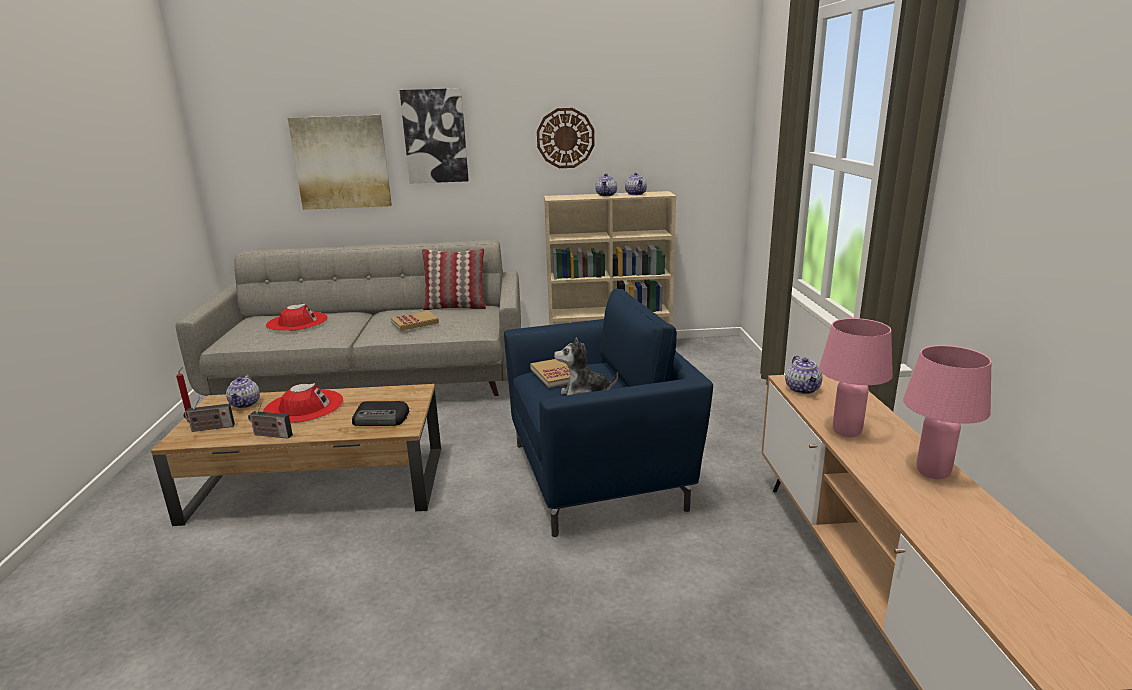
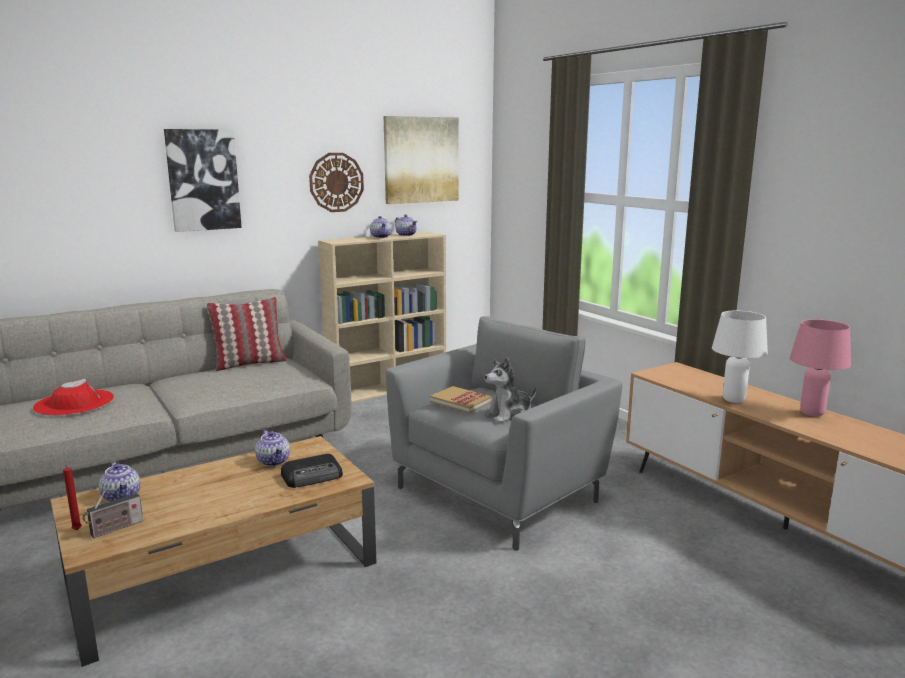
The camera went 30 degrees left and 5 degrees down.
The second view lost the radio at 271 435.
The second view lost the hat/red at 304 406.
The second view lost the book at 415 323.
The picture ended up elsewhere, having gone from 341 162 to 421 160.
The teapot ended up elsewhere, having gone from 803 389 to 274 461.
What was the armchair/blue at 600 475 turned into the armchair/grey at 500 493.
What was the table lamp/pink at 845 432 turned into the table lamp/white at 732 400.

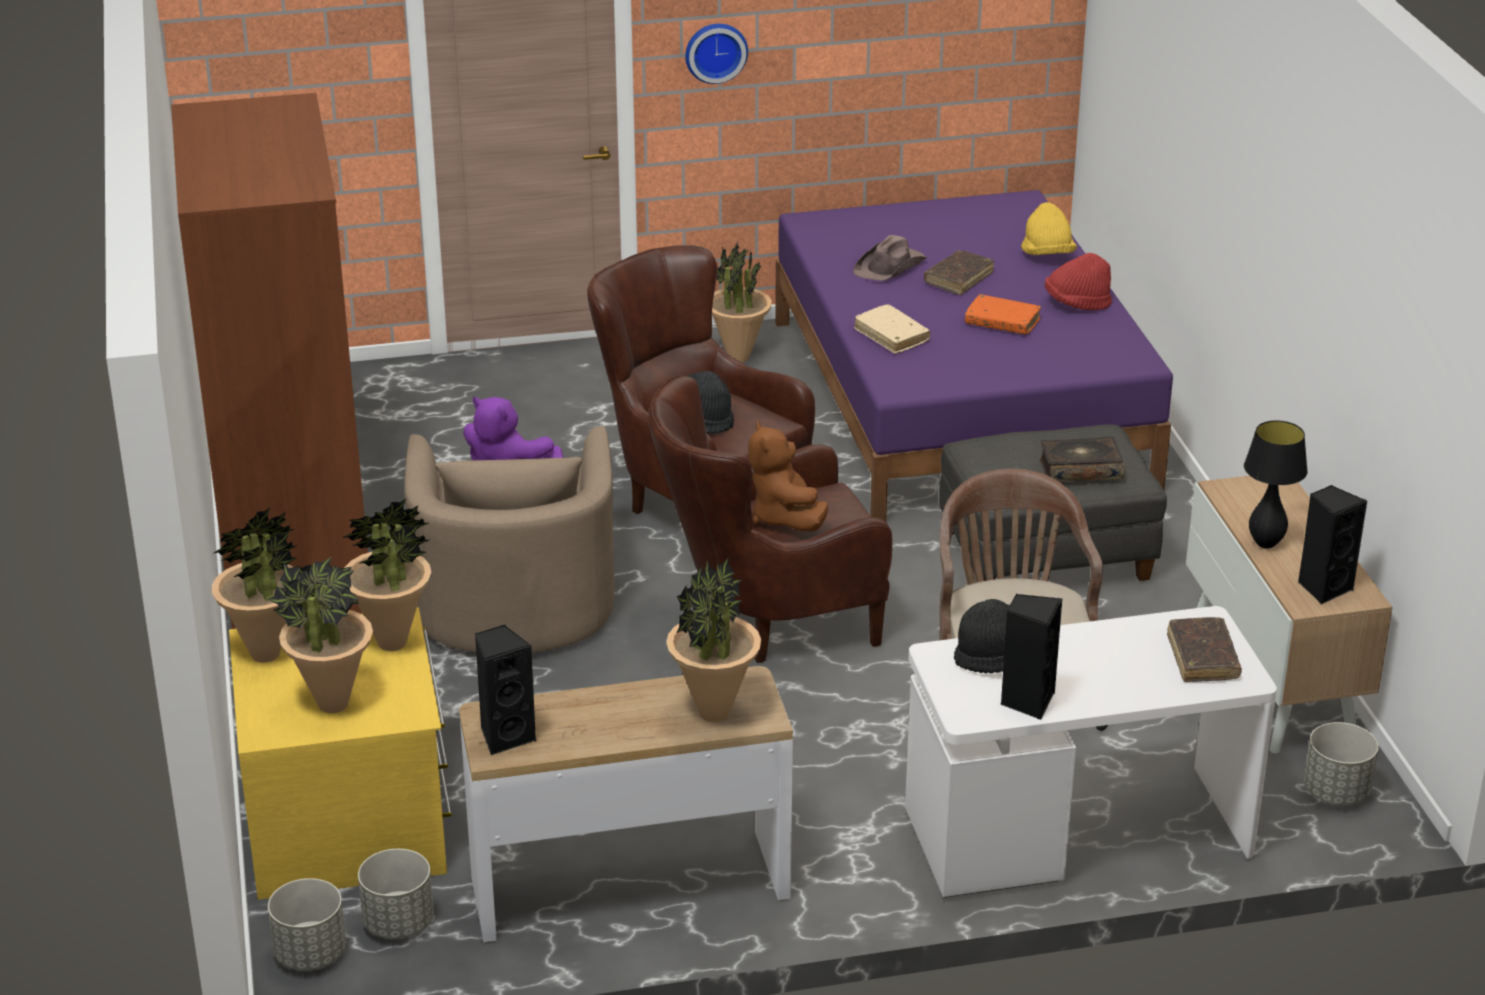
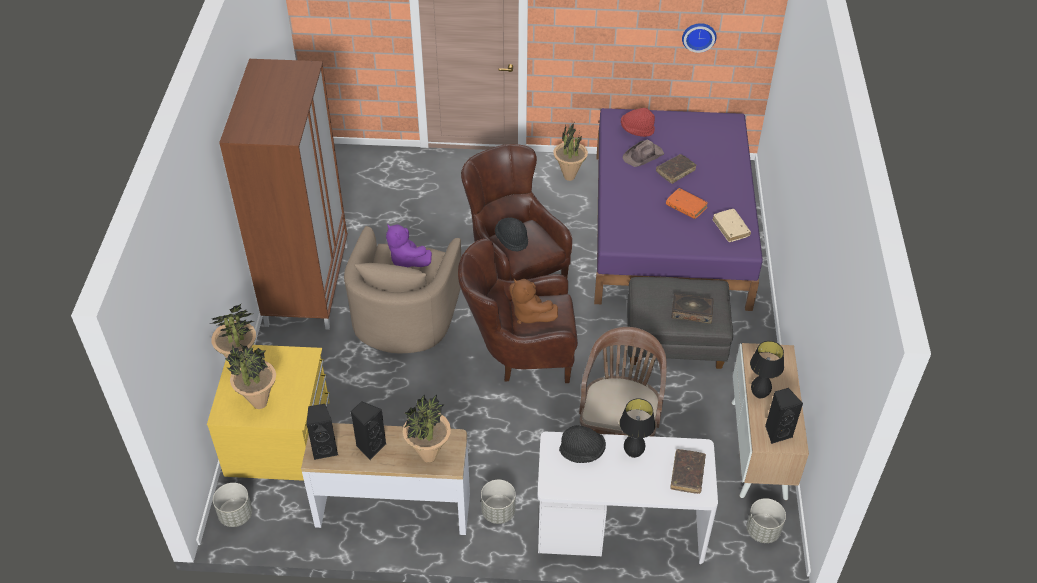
The camera went 15 degrees right and 15 degrees up.
The second view lost the potted plant at 392 642.
The second view lost the hat/yellow at 1047 255.
The second view gained the table lamp/black at 633 453.
The planter/grey ended up elsewhere, having gone from 398 924 to 498 512.
The wall clock ended up elsewhere, having gone from 715 51 to 699 36.
The book/beige ended up elsewhere, having gone from 891 336 to 731 228.
The speaker/black ended up elsewhere, having gone from 1027 701 to 370 446.
The hat/red ended up elsewhere, having gone from 1077 303 to 636 130.
The plush toy/brown at 785 518 ended up facing another way, 45 degrees counterclockwise from before.

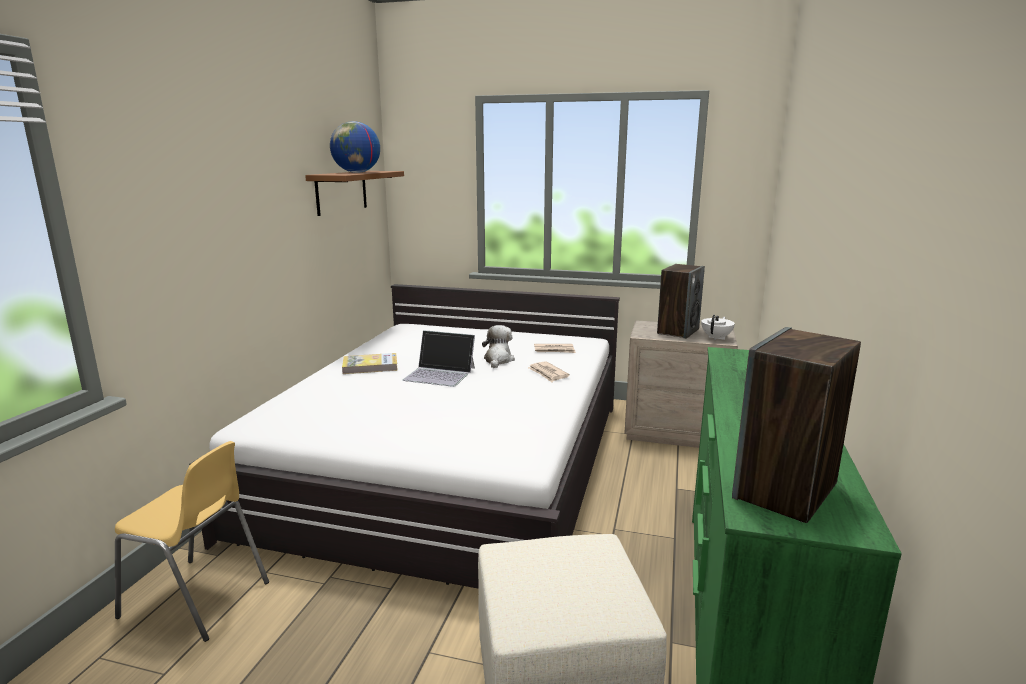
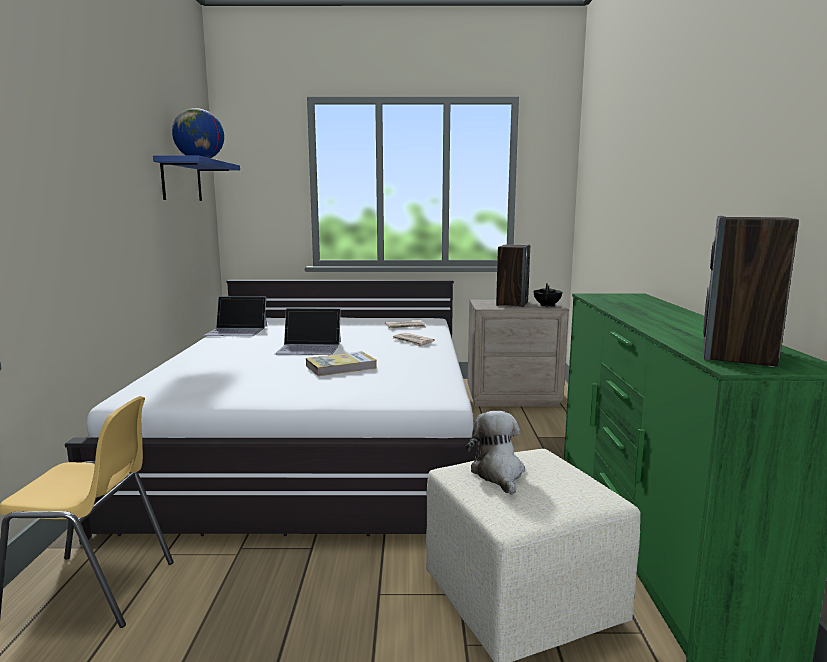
The camera went 15 degrees left and 5 degrees down.
The second view gained the laptop at 237 330.
The book ended up elsewhere, having gone from 370 366 to 341 367.
The plush toy ended up elsewhere, having gone from 498 360 to 498 473.
What was the shelf/brown at 341 192 turned into the shelf/blue at 181 180.
What was the teapot/white at 716 338 turned into the teapot/black at 547 306.

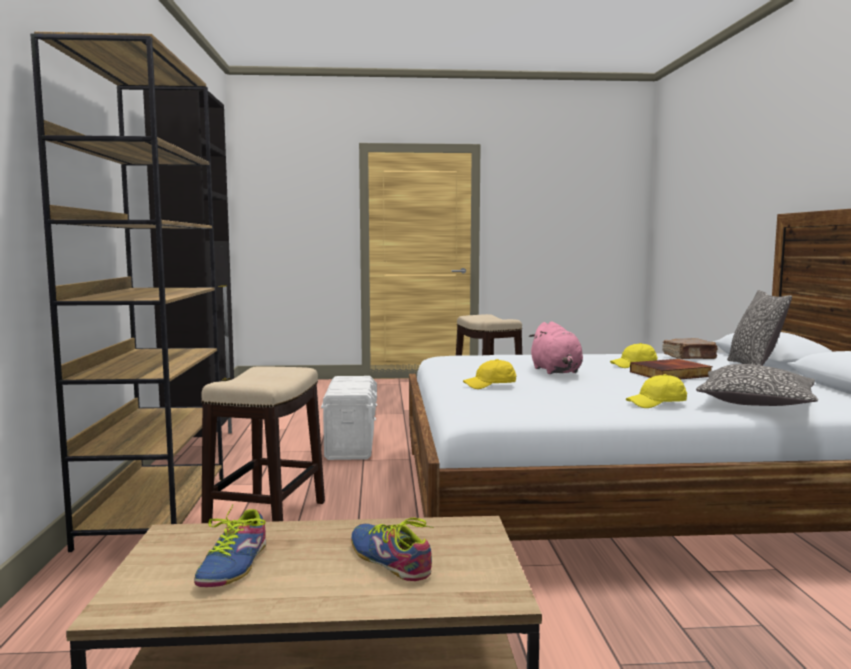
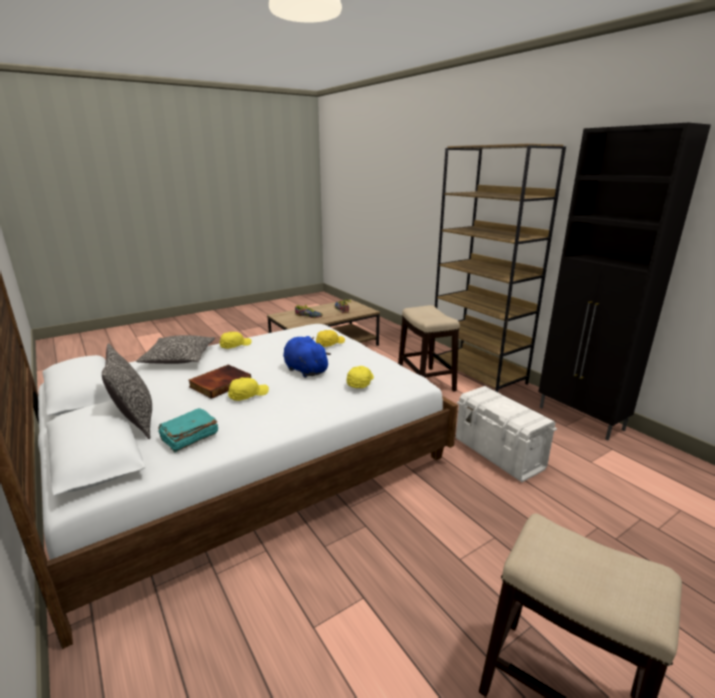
The camera went 150 degrees right and 15 degrees up.
The second view gained the cap/yellow at 360 382.
What was the plush toy/pink at 556 371 turned into the plush toy/blue at 304 370.
What was the book/brown at 689 357 turned into the book/turquoise at 189 437.

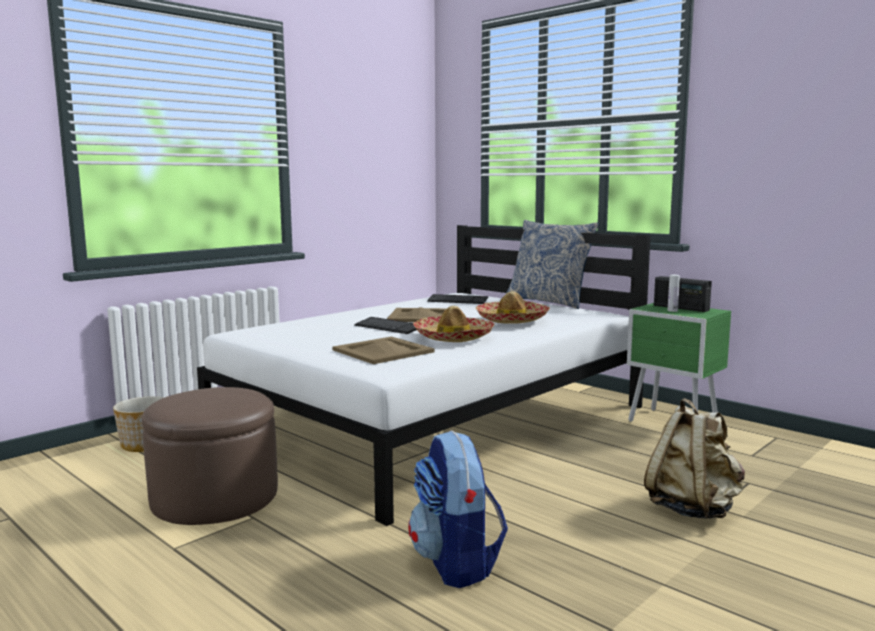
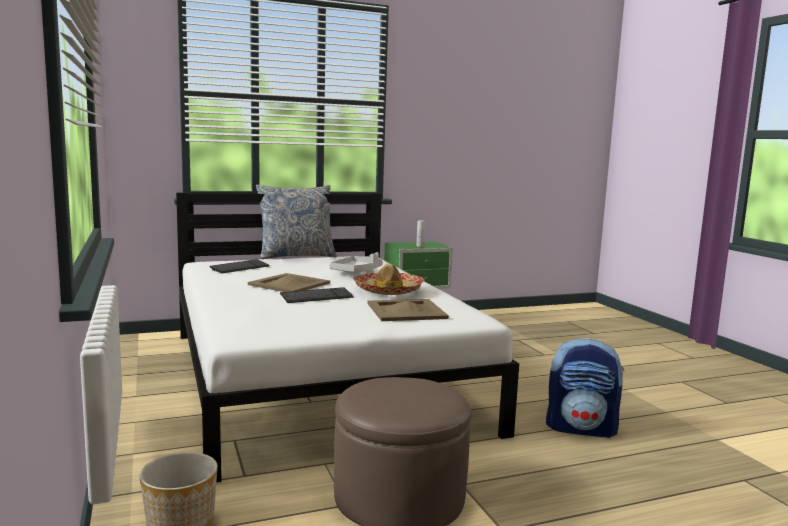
The camera went 65 degrees left and 0 degrees up.
The second view lost the backpack/beige at 692 509.
The second view lost the radio at 681 308.
Where the hat stood at 512 320, the tray/grey came to stand at 356 271.

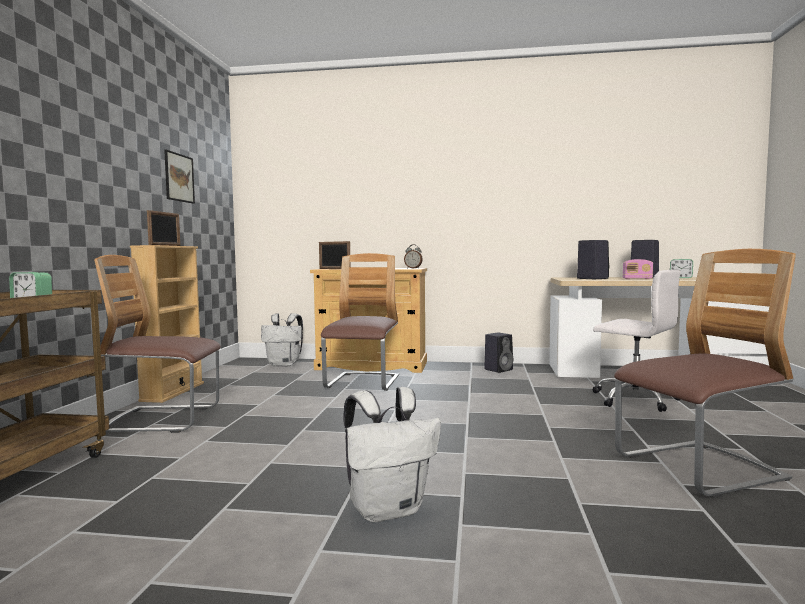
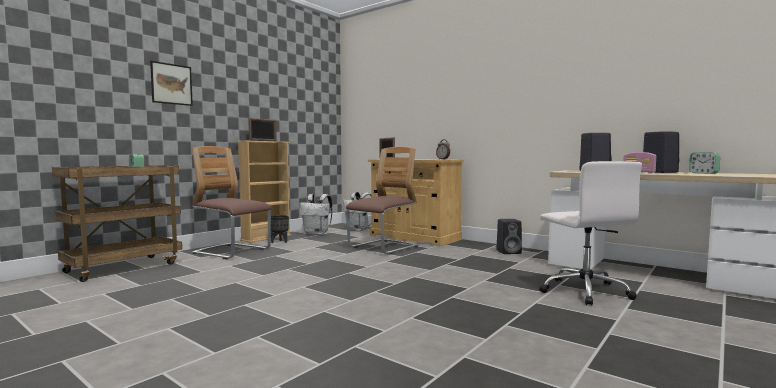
The camera went 30 degrees right and 0 degrees up.
The second view lost the chair at 698 469.
The second view gained the planter/black at 279 241.
The picture ended up elsewhere, having gone from 179 177 to 171 84.
The backpack/white ended up elsewhere, having gone from 388 509 to 317 234.

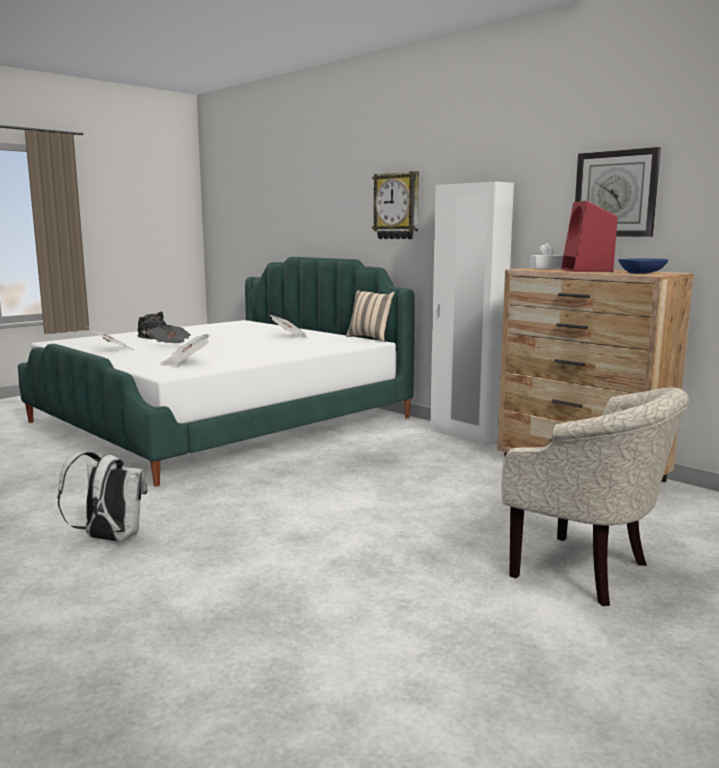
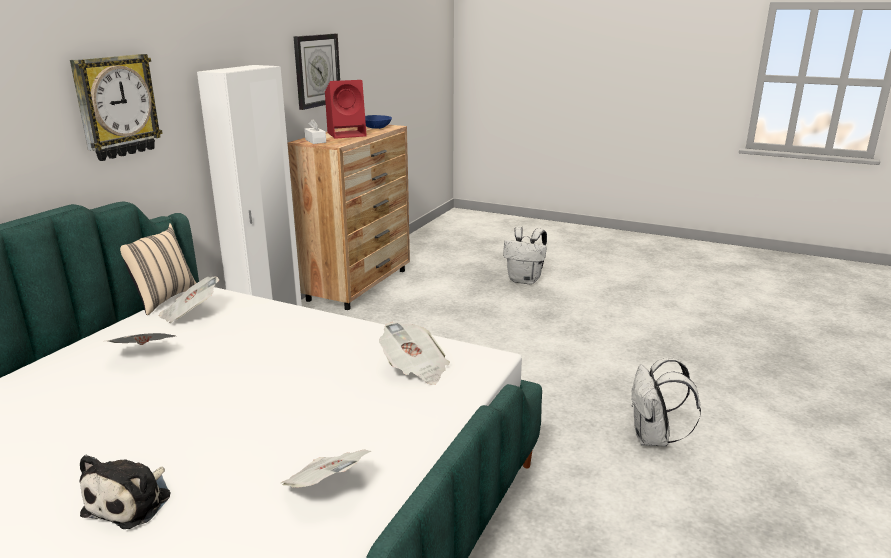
The camera went 110 degrees left and 10 degrees up.
The newspaper ended up elsewhere, having gone from 171 346 to 190 314.
Where the armchair/beige stood at 588 571, the backpack/white came to stand at 525 280.

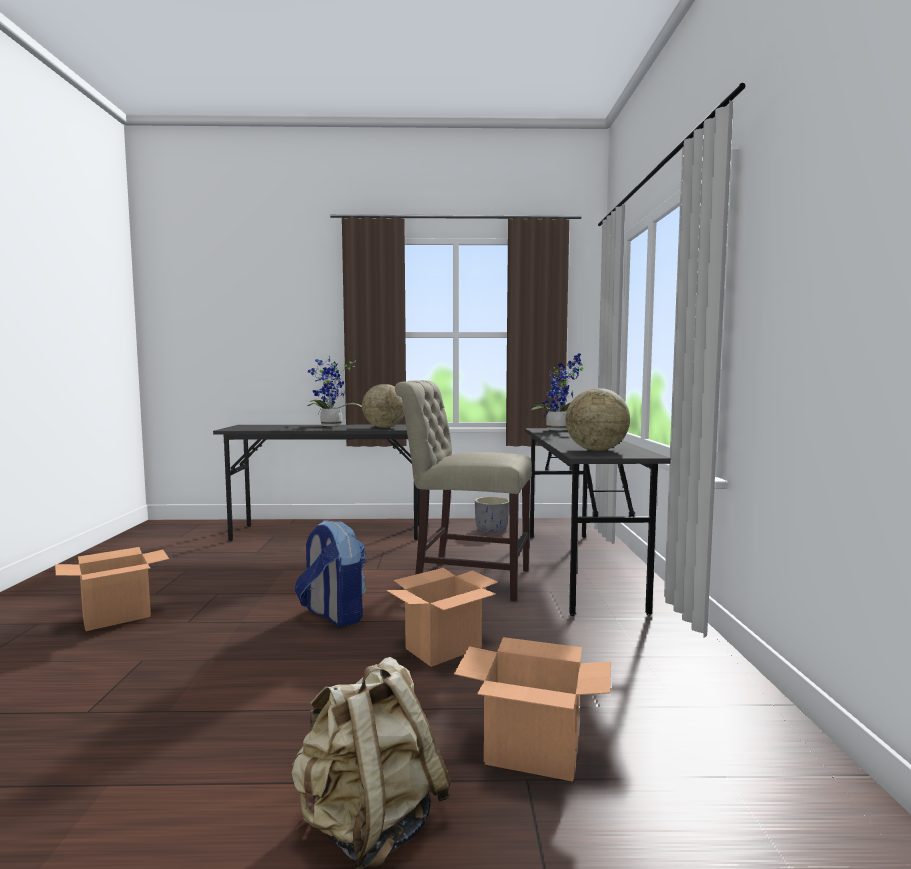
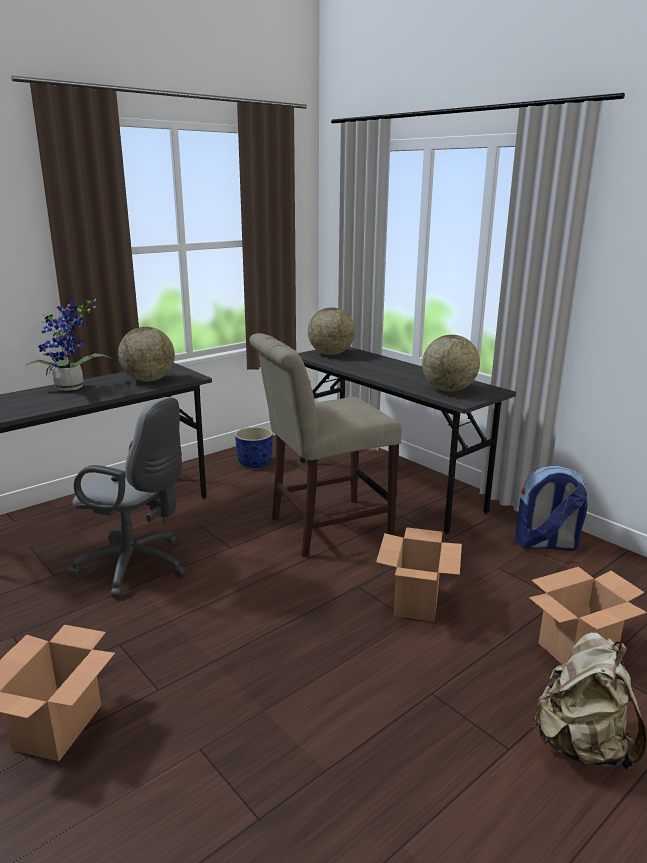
The camera went 40 degrees left and 15 degrees up.
The second view gained the office chair/grey at 137 567.
The backpack ended up elsewhere, having gone from 333 615 to 546 544.
Where the potted plant stood at 560 430, the globe came to stand at 331 354.
What was the planter/grey at 492 530 turned into the planter/blue at 255 463.

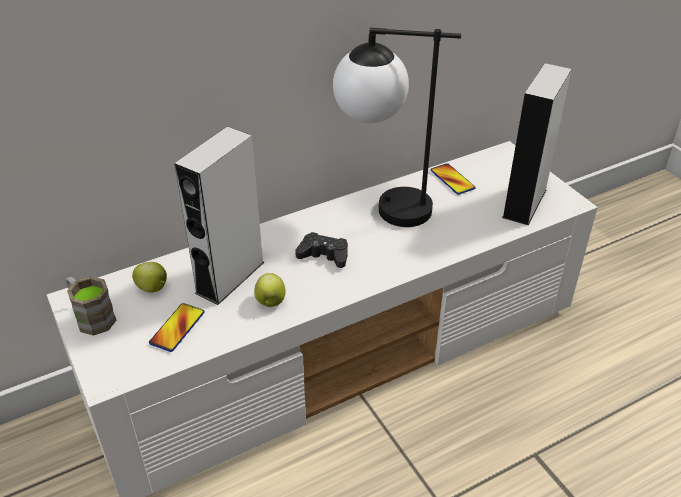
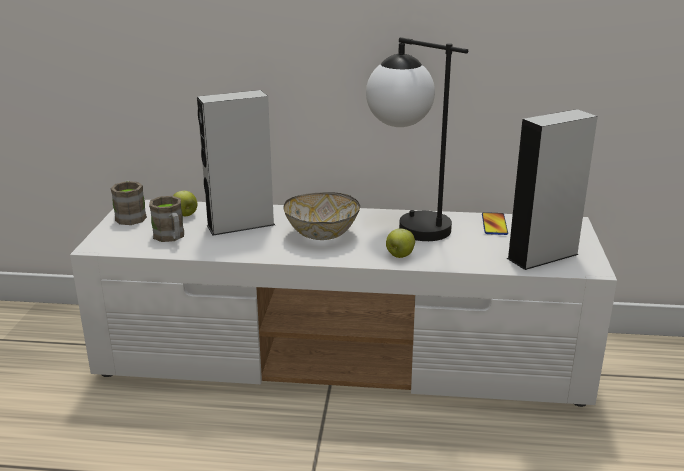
The camera went 35 degrees right and 15 degrees down.
The apple ended up elsewhere, having gone from 270 302 to 399 255.
Where the phone stood at 177 328, the mug/brown came to stand at 171 237.
Where the game controller/black stood at 324 255, the bowl came to stand at 323 234.

